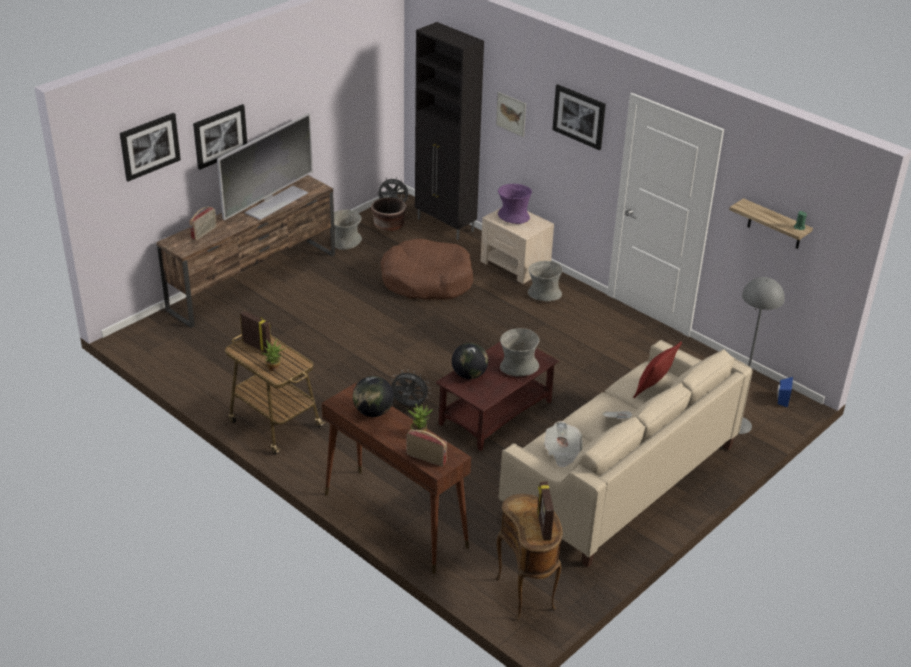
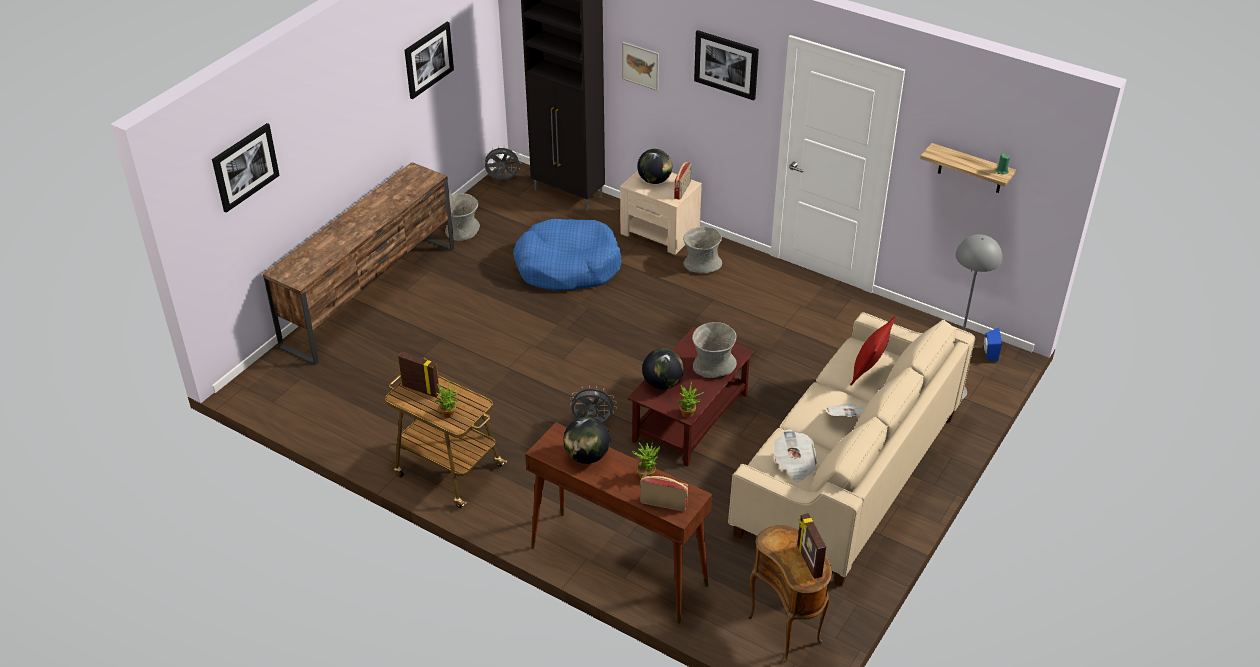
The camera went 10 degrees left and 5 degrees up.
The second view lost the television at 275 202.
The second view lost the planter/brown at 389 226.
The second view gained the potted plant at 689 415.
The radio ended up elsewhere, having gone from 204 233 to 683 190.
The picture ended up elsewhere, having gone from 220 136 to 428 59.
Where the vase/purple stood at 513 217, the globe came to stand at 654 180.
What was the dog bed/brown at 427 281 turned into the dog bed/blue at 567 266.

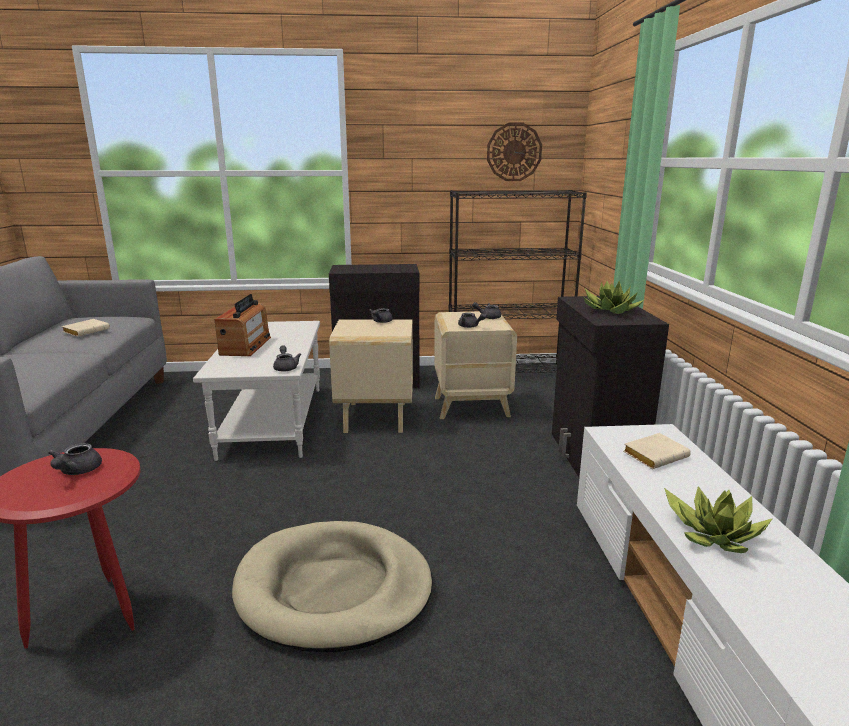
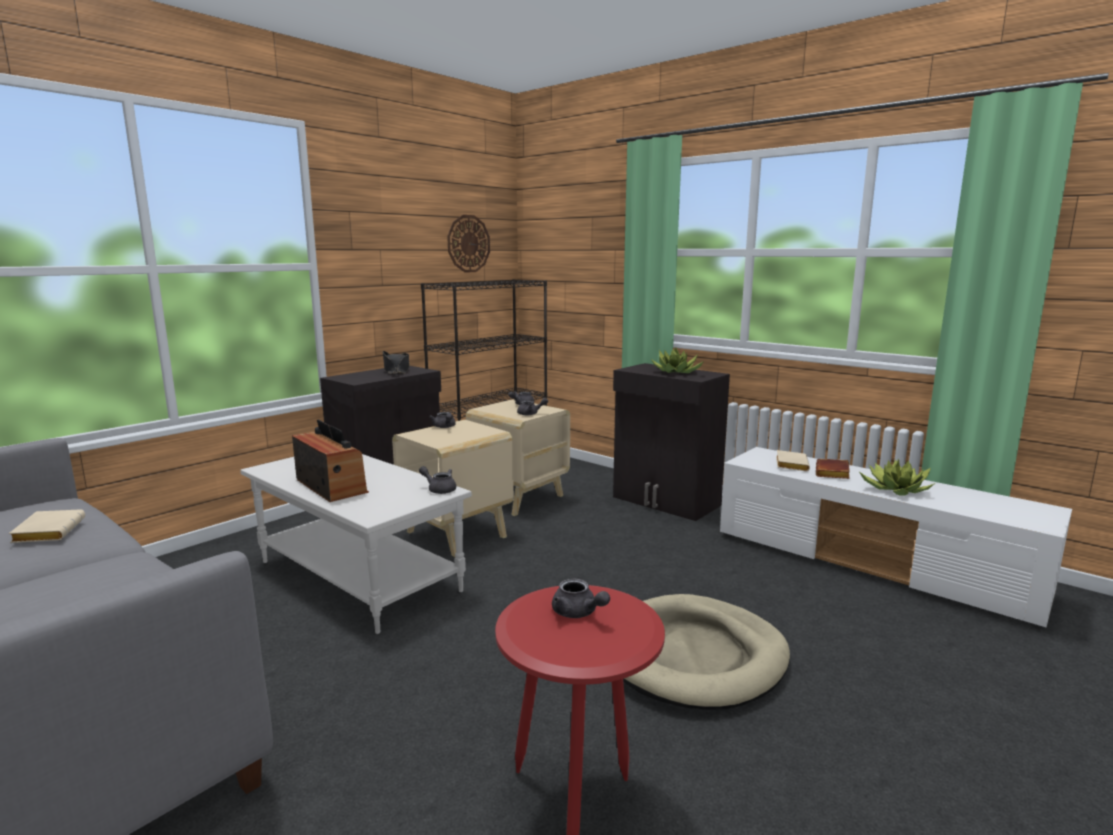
The camera went 45 degrees left and 5 degrees down.
The second view gained the hat/black at 396 371.
The second view gained the book/brown at 833 473.

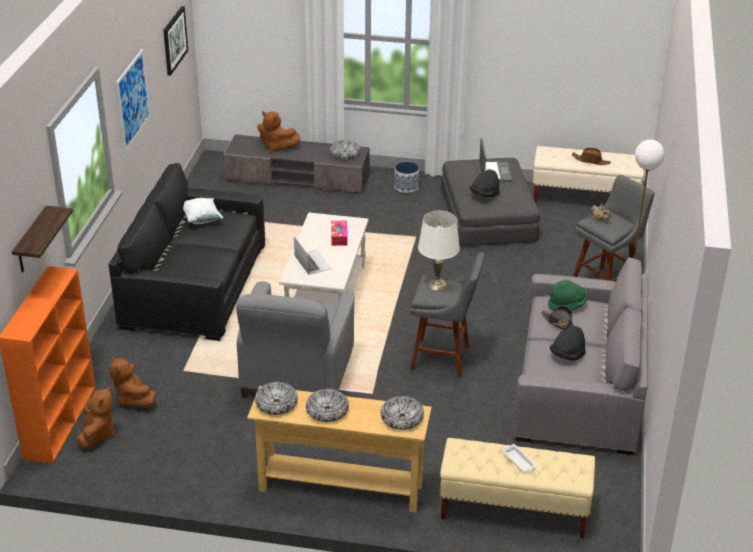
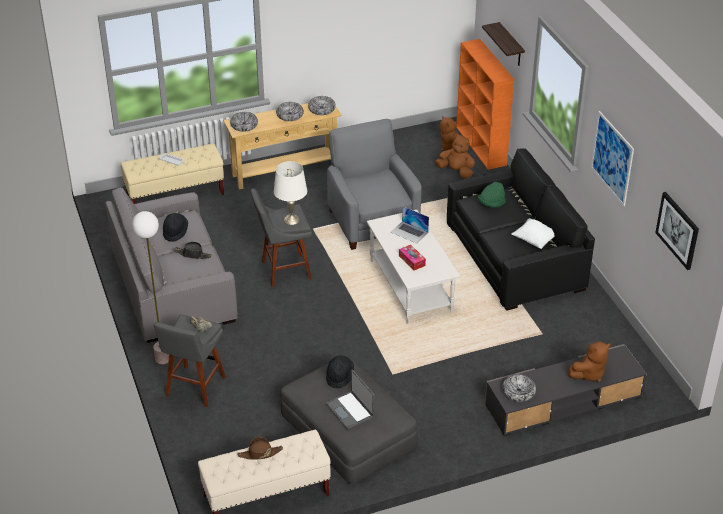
The camera went 150 degrees right and 5 degrees up.
The second view lost the planter at 406 187.
The hat/green ended up elsewhere, having gone from 567 305 to 491 203.
The plush toy/brown at 276 147 ended up facing another way, 150 degrees clockwise from before.

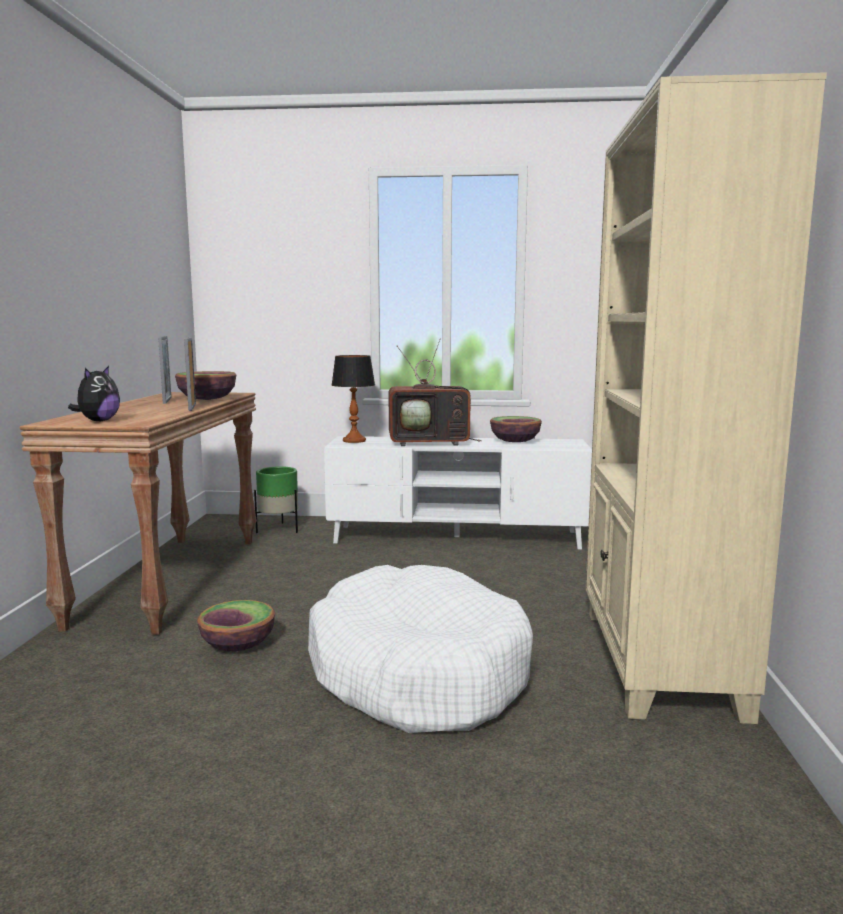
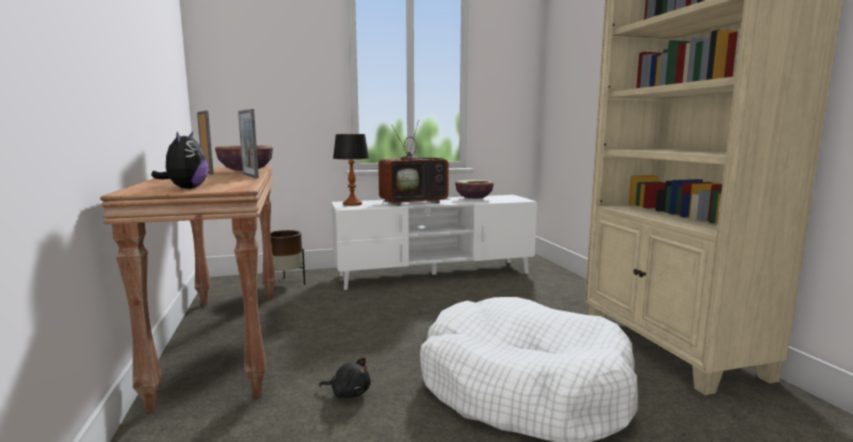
The camera went 20 degrees left and 0 degrees up.
Where the bowl stood at 238 645, the plush toy/black came to stand at 349 393.
What was the planter/green at 279 529 turned into the planter/brown at 286 283.

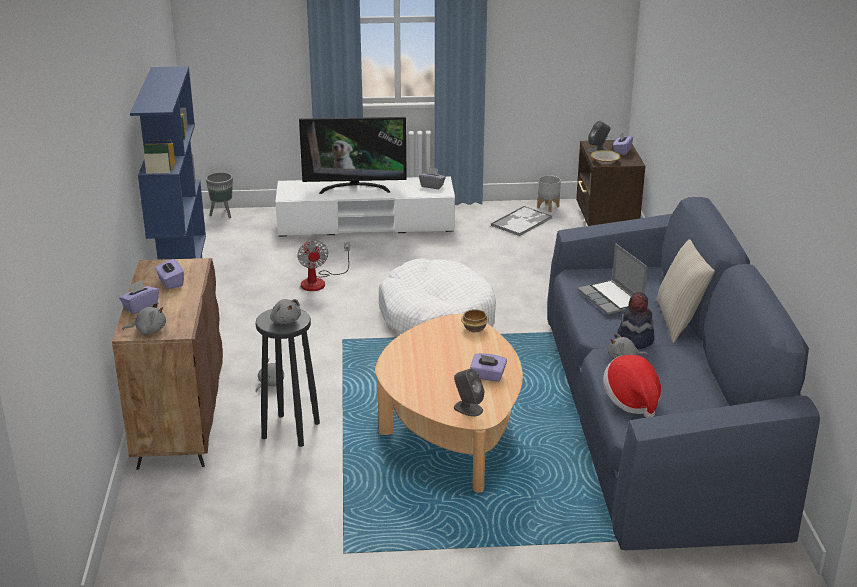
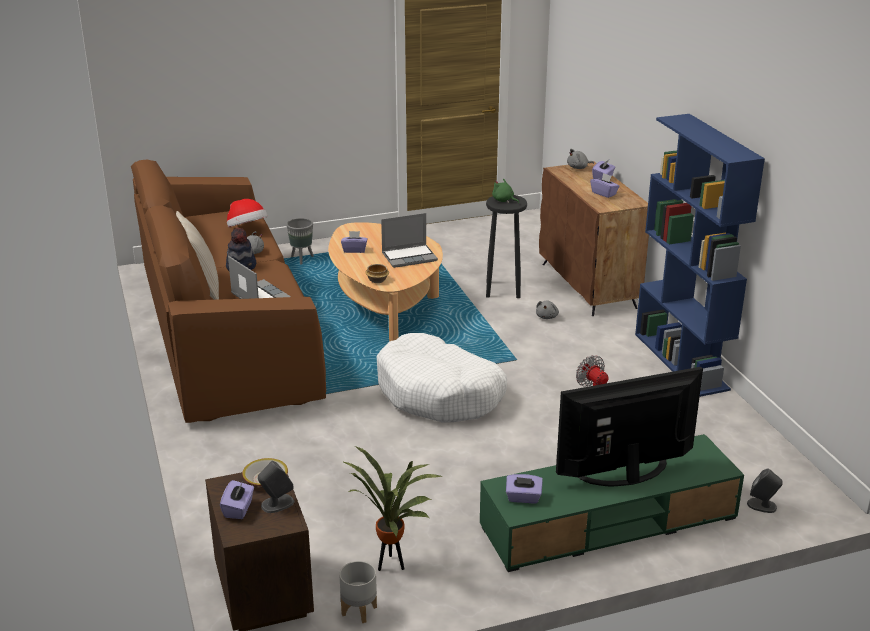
The camera went 165 degrees right and 0 degrees up.
The second view gained the laptop at 409 257.
The planter/grey ended up elsewhere, having gone from 222 214 to 302 259.
The speaker/grey ended up elsewhere, having gone from 468 408 to 762 505.
Where the tray stood at 522 222, the potted plant came to stand at 391 566.
What was the plush toy/grey at 285 320 turned into the plush toy/green at 504 200.
What was the tv stand/white at 366 224 turned into the tv stand/green at 608 522.
What was the tissue box/grey at 432 186 turned into the tissue box/purple at 523 498.
What was the sofa/blue at 654 420 turned into the sofa/brown at 226 331.

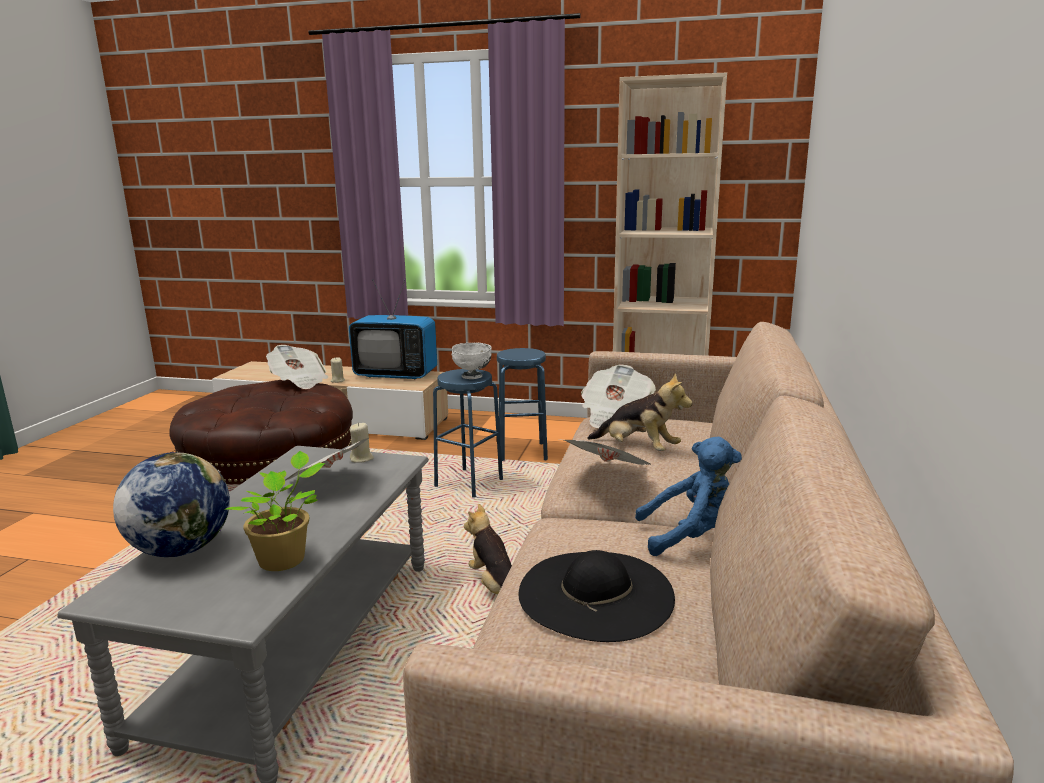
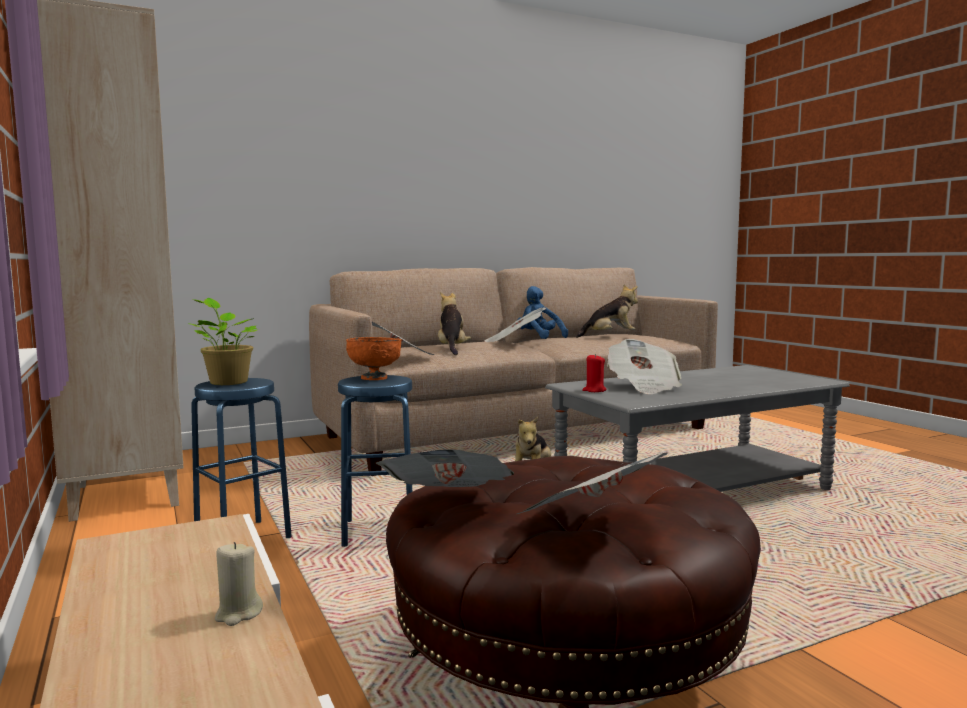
The camera went 130 degrees left and 10 degrees down.
The second view lost the globe at 181 549.
The second view lost the television at 396 375.
The second view gained the newspaper at 589 523.
The potted plant ended up elsewhere, having gone from 286 560 to 227 382.
Where the hat/black stood at 596 593, the plush toy came to stand at 609 336.
What was the candle/beige at 361 458 turned into the candle/red at 594 390.
What was the bowl/white at 472 376 turned into the bowl/orange at 374 378.

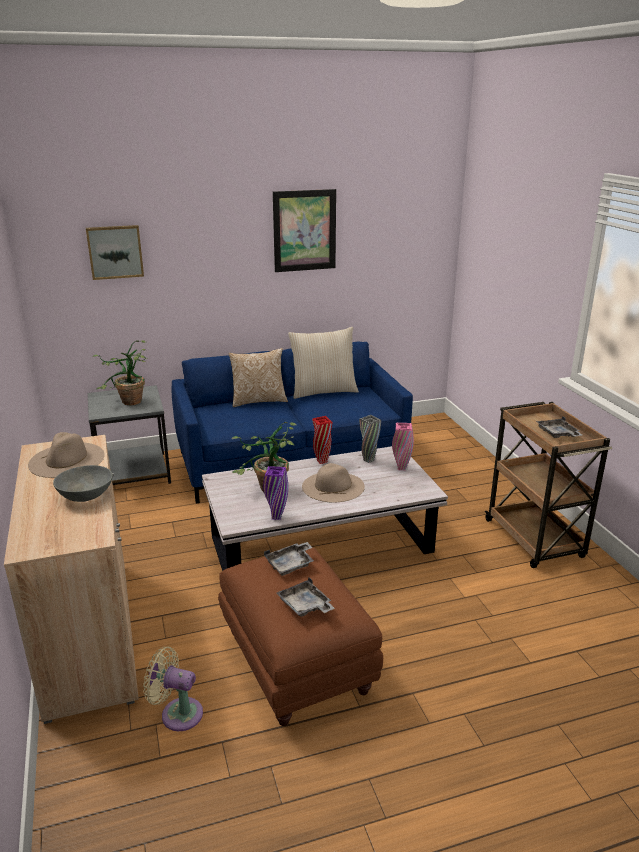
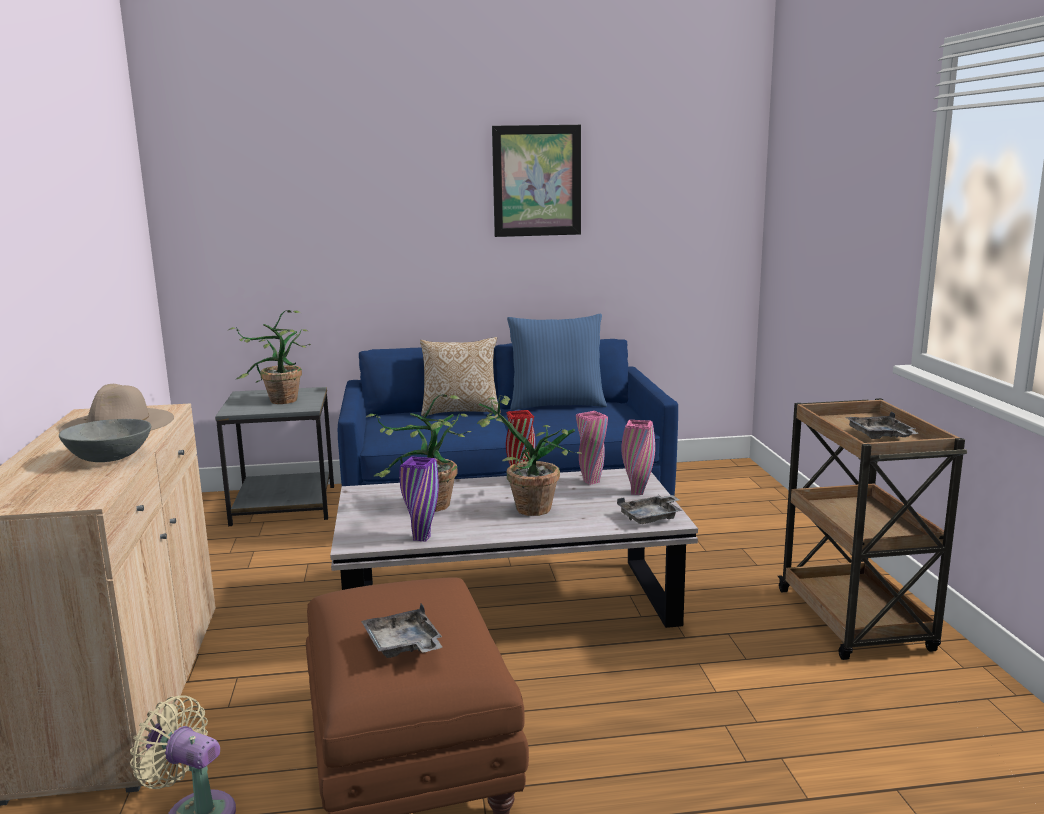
The camera went 10 degrees right and 10 degrees down.
The second view lost the picture at 115 252.
The tray/grey ended up elsewhere, having gone from 291 564 to 651 517.
Where the hat/beige stood at 333 486, the potted plant came to stand at 524 508.
What was the pillow/beige at 323 391 turned into the pillow/blue at 556 404.
What was the vase/grey at 368 460 turned into the vase/pink at 591 481.

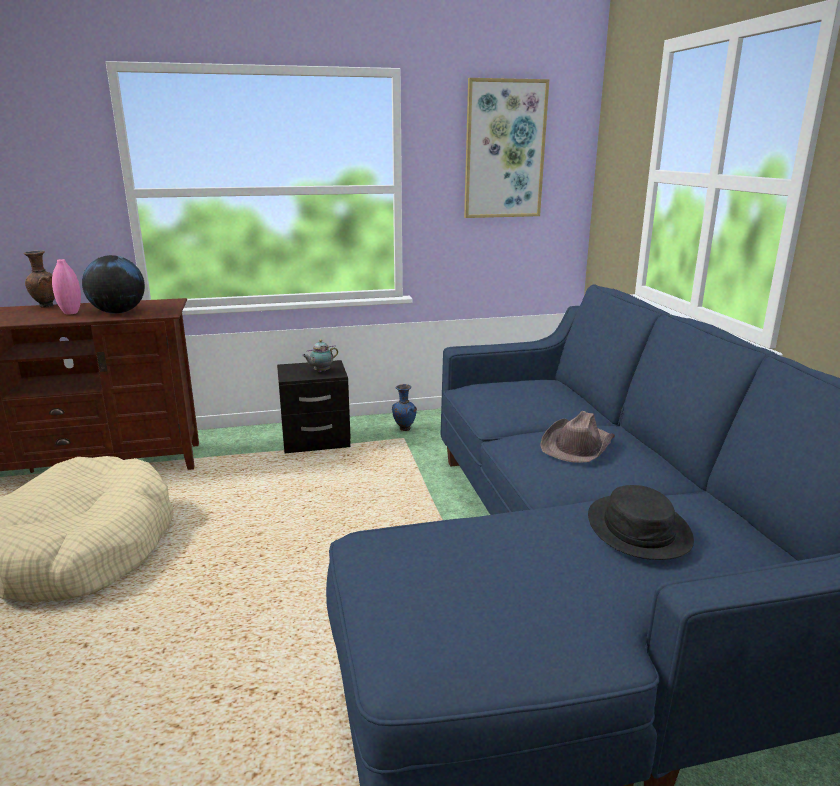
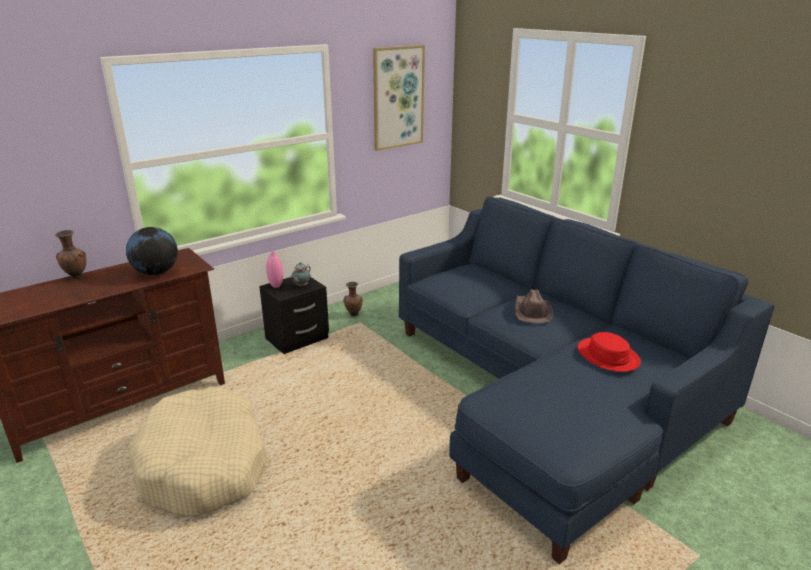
The camera went 25 degrees left and 5 degrees up.
The vase/pink ended up elsewhere, having gone from 71 313 to 276 286.
What was the vase/blue at 404 429 turned into the vase/brown at 353 315.
What was the hat/black at 639 528 turned into the hat/red at 608 355.

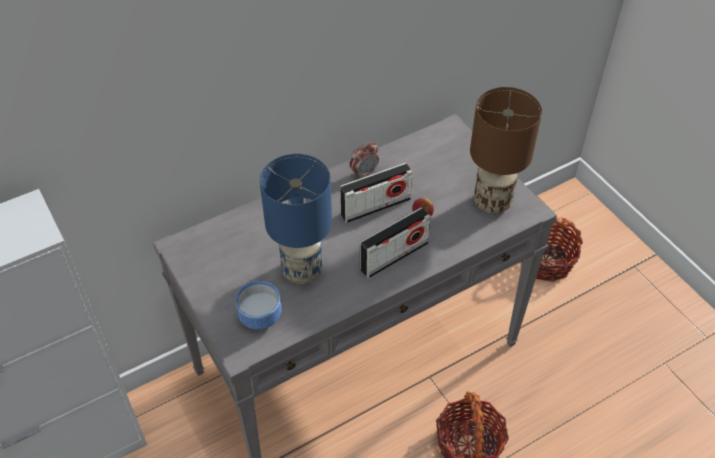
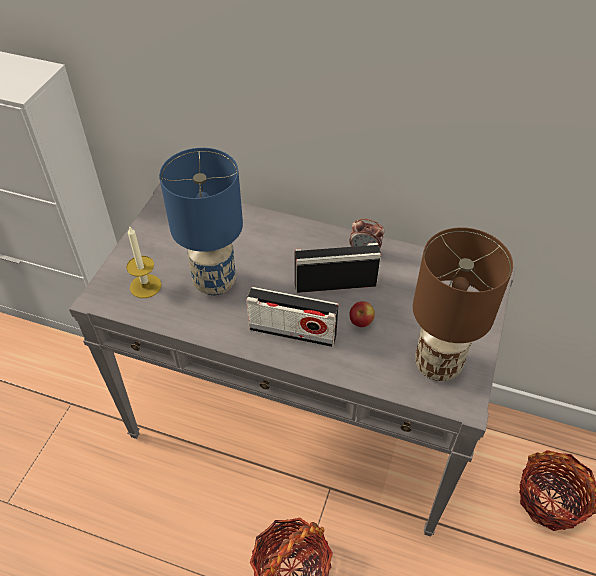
The camera went 50 degrees right and 0 degrees up.
Where the bowl stood at 260 314, the candle came to stand at 145 286.
The radio at 375 206 ended up facing another way, 150 degrees clockwise from before.

